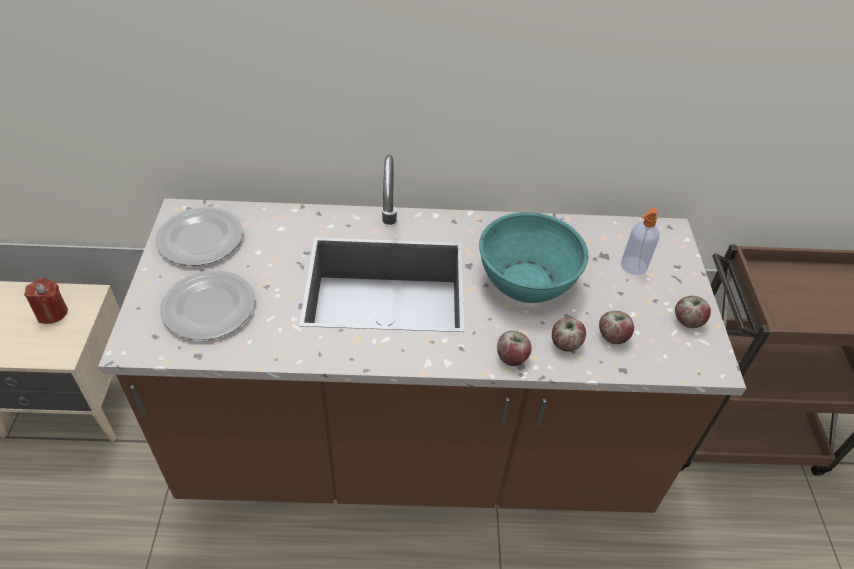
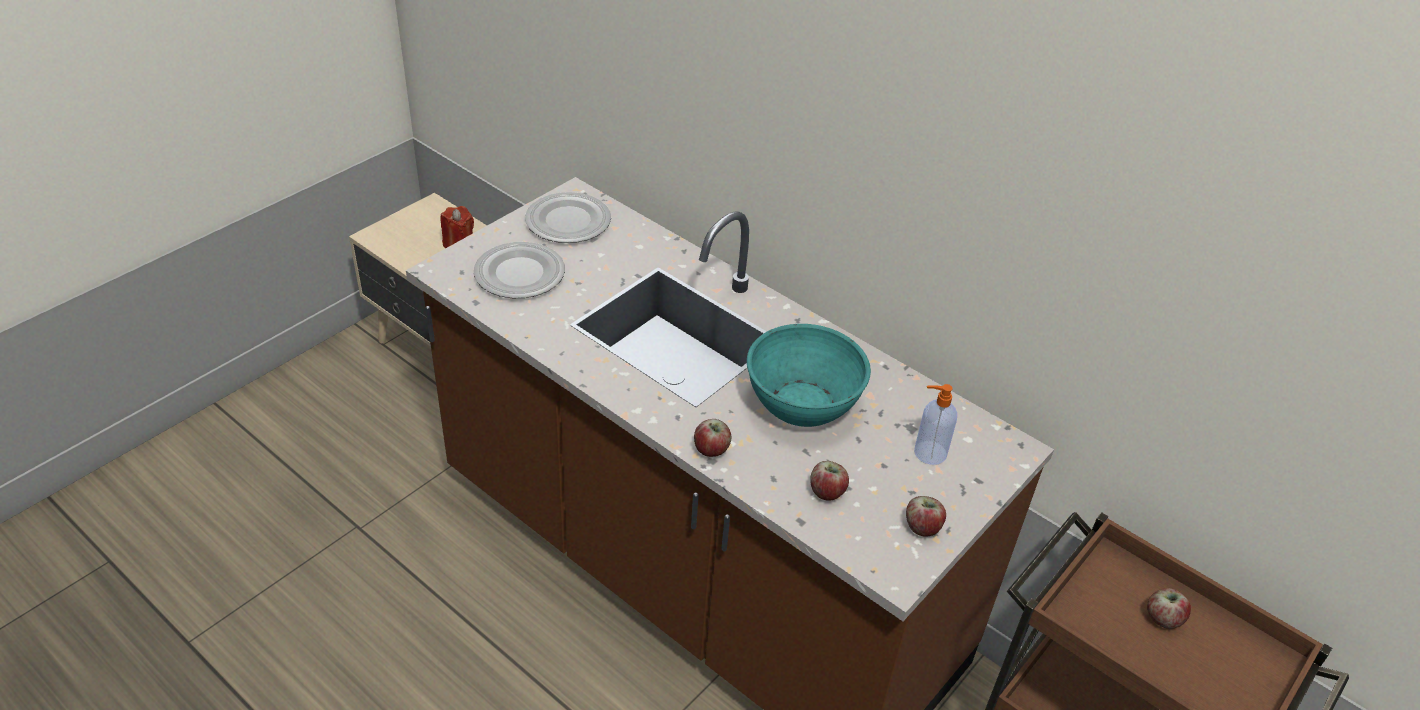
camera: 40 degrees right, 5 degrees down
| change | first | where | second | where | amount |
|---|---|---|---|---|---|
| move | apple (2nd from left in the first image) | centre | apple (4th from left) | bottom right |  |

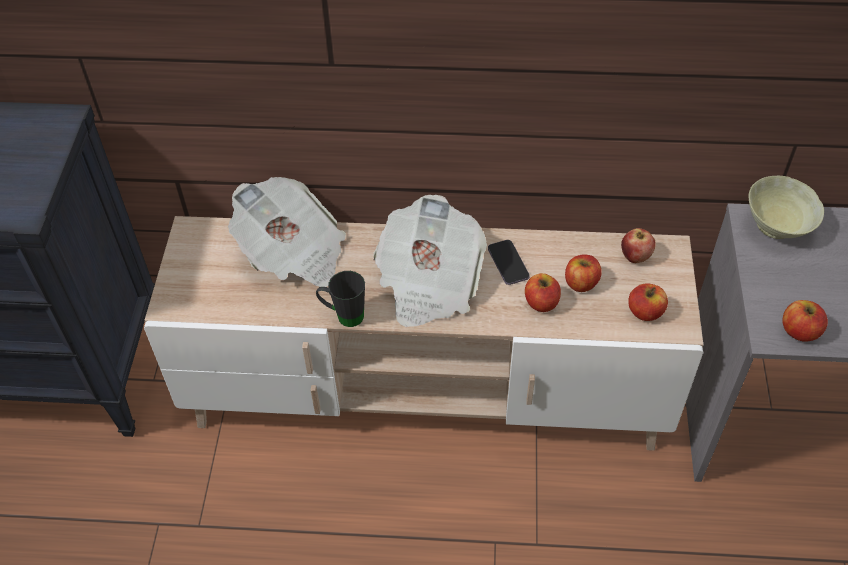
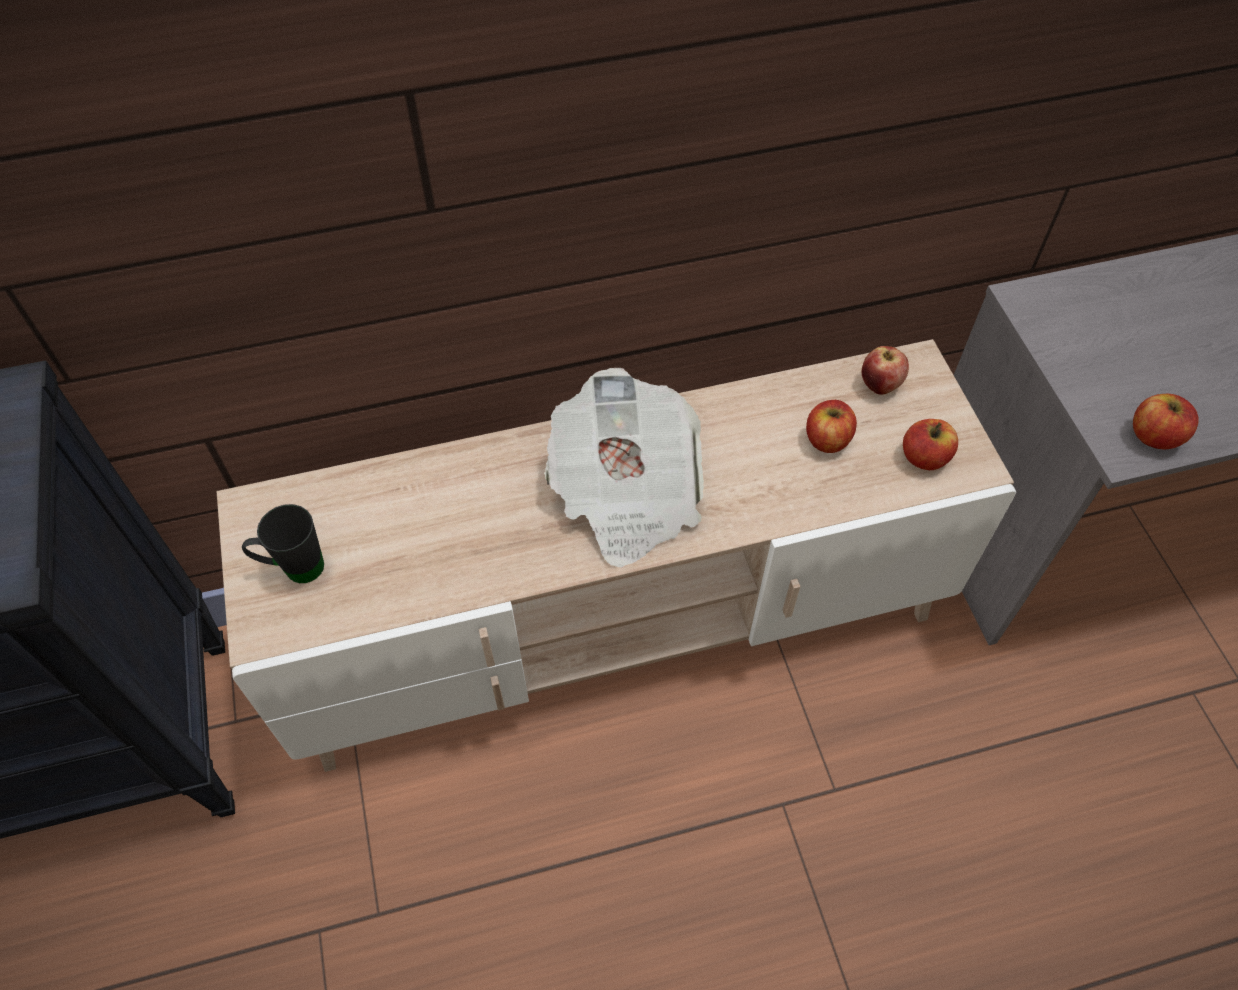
camera: 20 degrees left, 5 degrees up
| change | first | where | second | where | amount |
|---|---|---|---|---|---|
| delete | beige bowl | middle right |  |  |  |
| delete | newspaper (1st from left) | centre |  |  |  |
| delete | phone | centre |  |  |  |
| move | black mug | centre |  | middle left |  |
| delete | apple (1st from left) | centre |  |  |  |

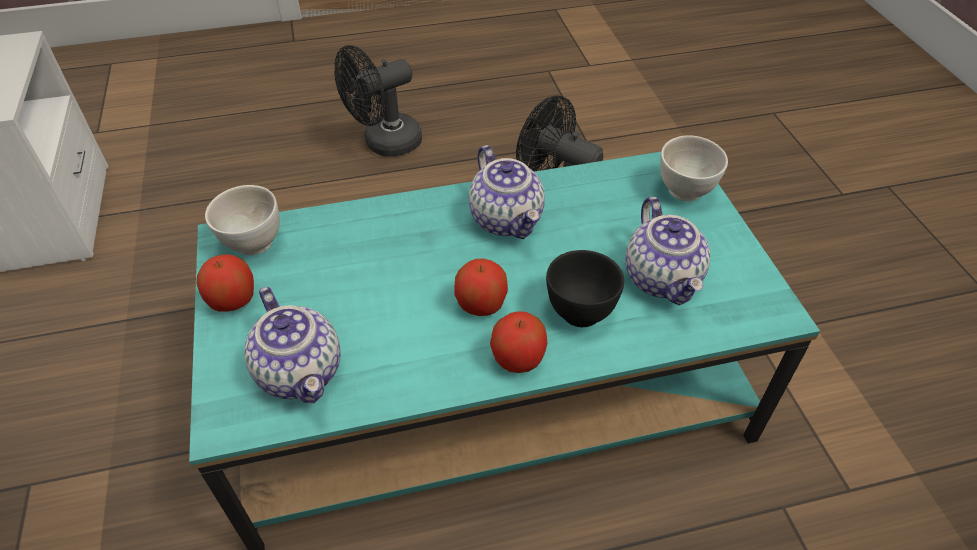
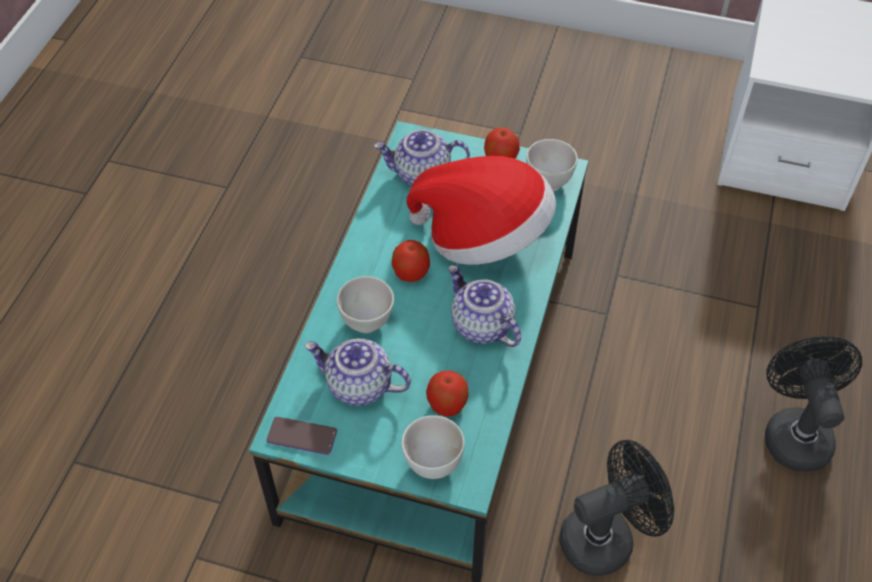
camera: 120 degrees right, 5 degrees up
| change | first | where | second | where | amount |
|---|---|---|---|---|---|
| rotate | teapot (2nd from left in the first image) | centre | teapot (3rd from left) | centre | 45 degrees clockwise |
| recolor | black bowl | centre | white bowl (1st from left) | centre |  |
| move | apple (3rd from left in the first image) | centre | apple (2nd from left) | bottom centre |  |
| insert |  |  | hat | centre |  |
| insert |  |  | phone | bottom centre |  |

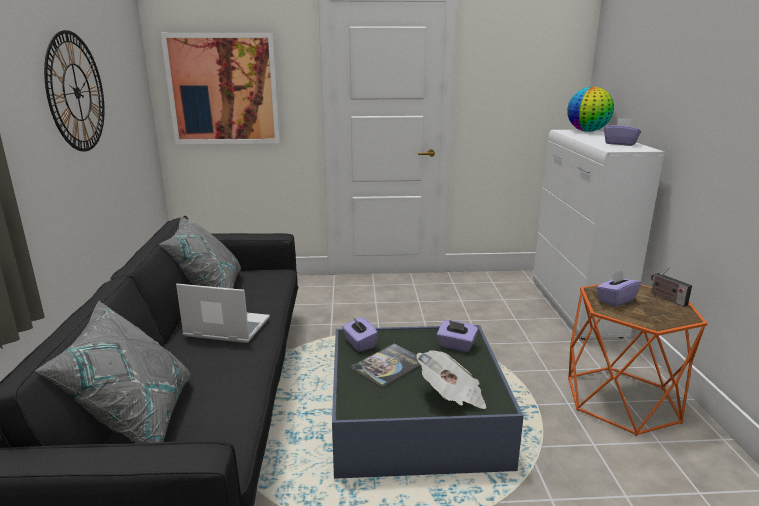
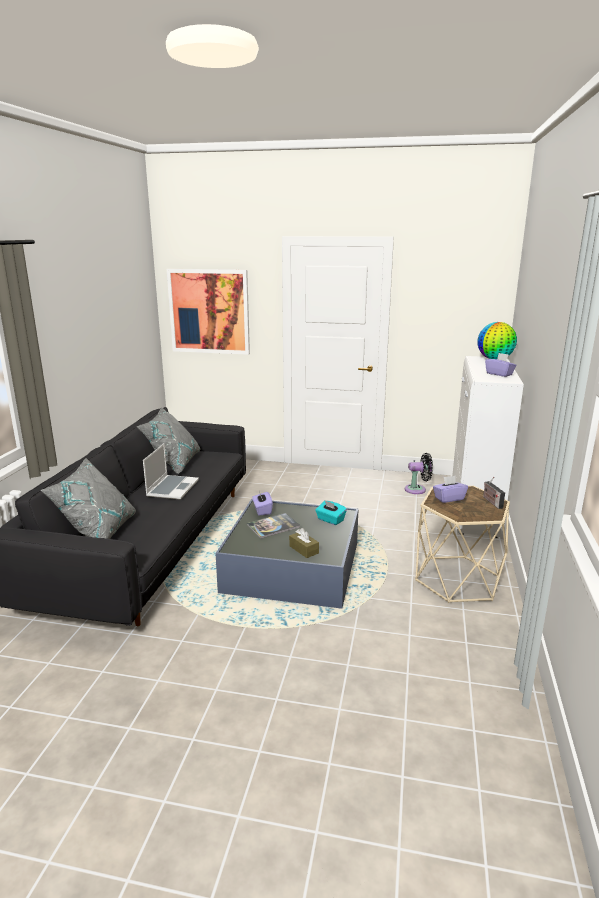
camera: 15 degrees right, 0 degrees up
| change | first | where | second | where | amount |
|---|---|---|---|---|---|
| delete | wall clock | top left |  |  |  |
| rotate | laptop | middle left |  | middle left | 75 degrees clockwise |
| recolor | orange side table | bottom right | beige side table | middle right |  |
| recolor | purple tissue box (2nd from left) | centre | turquoise tissue box | centre |  |
| replace | newspaper | bottom centre | brown tissue box | centre |  |
| insert |  |  | black fan | middle right |  |

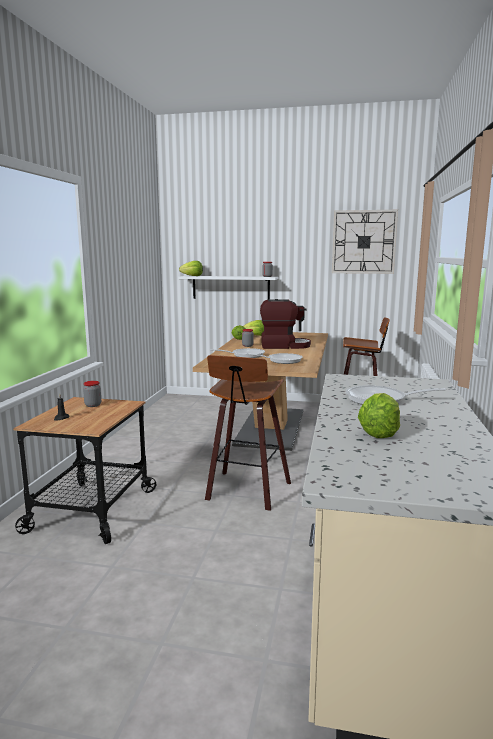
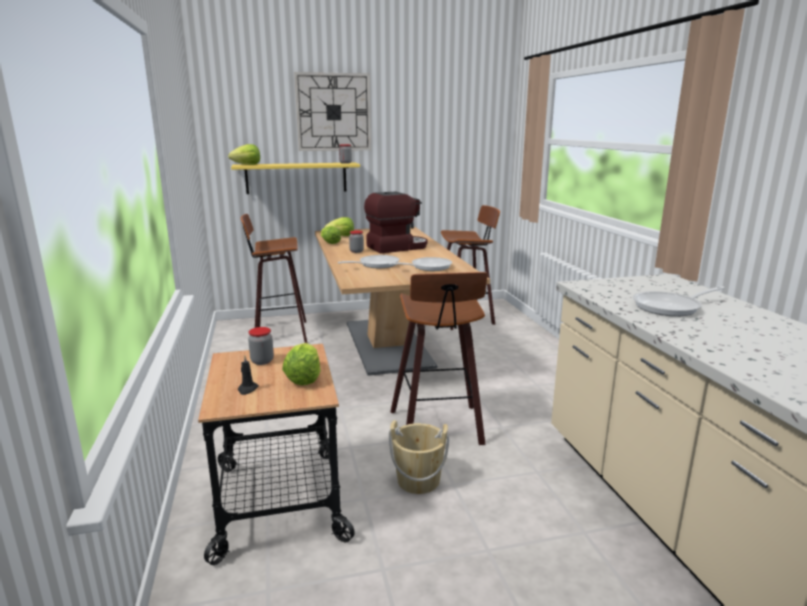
camera: 25 degrees left, 5 degrees up
| change | first | where | second | where | amount |
|---|---|---|---|---|---|
| move | wall clock | top right |  | top centre |  |
| recolor | white shelf | centre | yellow shelf | top centre |  |
| move | lettuce (4th from left in the first image) | middle right | lettuce (2nd from left) | centre |  |
| insert |  |  | stool (1st from left) | centre |  |
| insert |  |  | beige bucket | bottom centre |  |

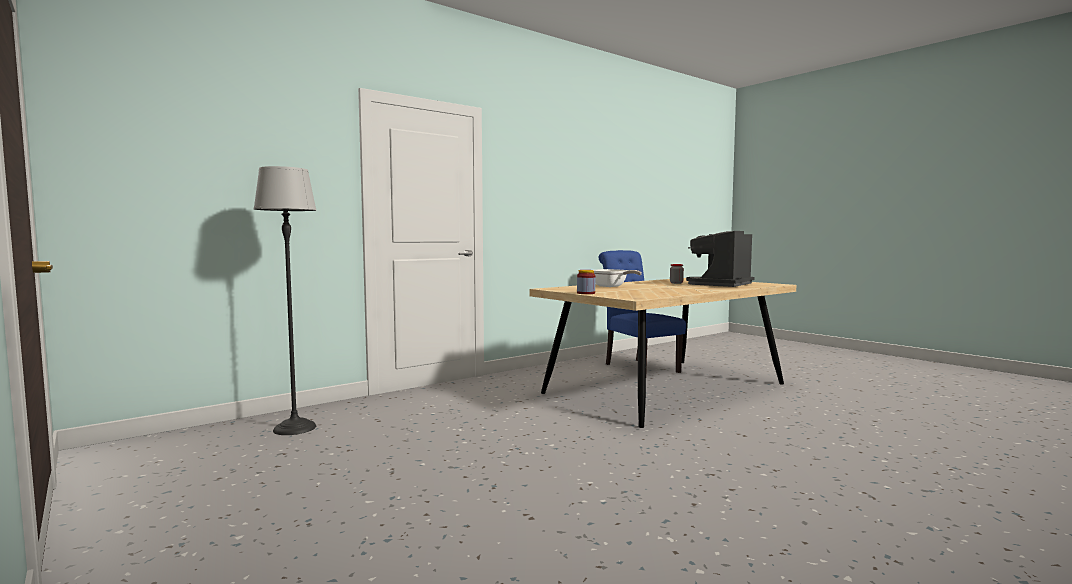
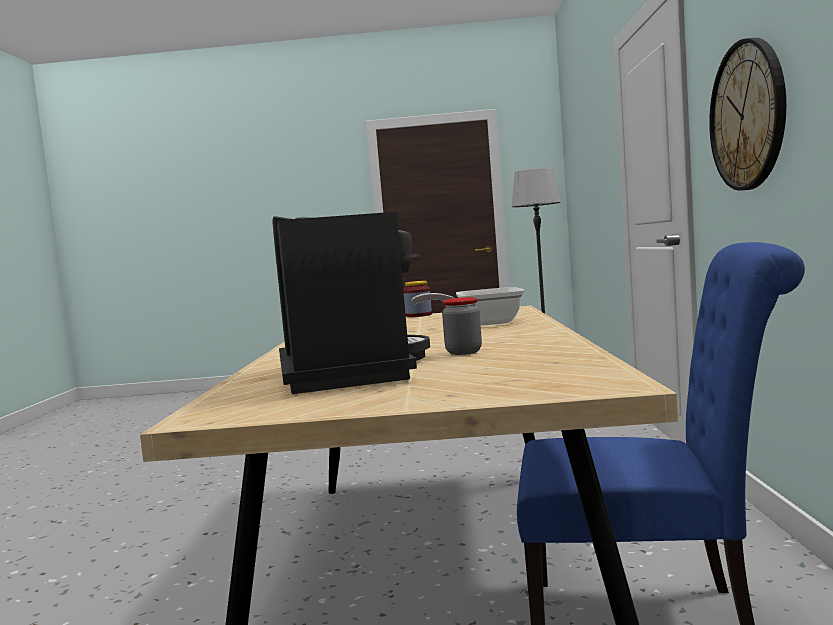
camera: 130 degrees right, 0 degrees up
| change | first | where | second | where | amount |
|---|---|---|---|---|---|
| insert |  |  | wall clock | top right |  |

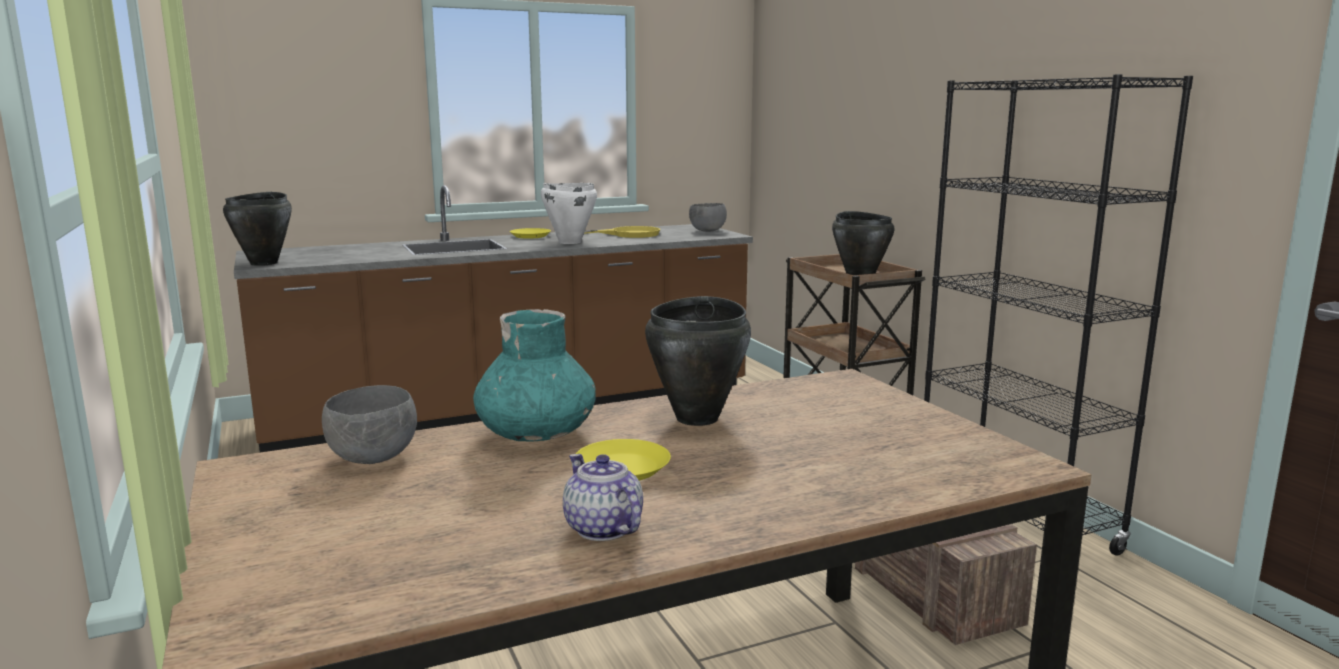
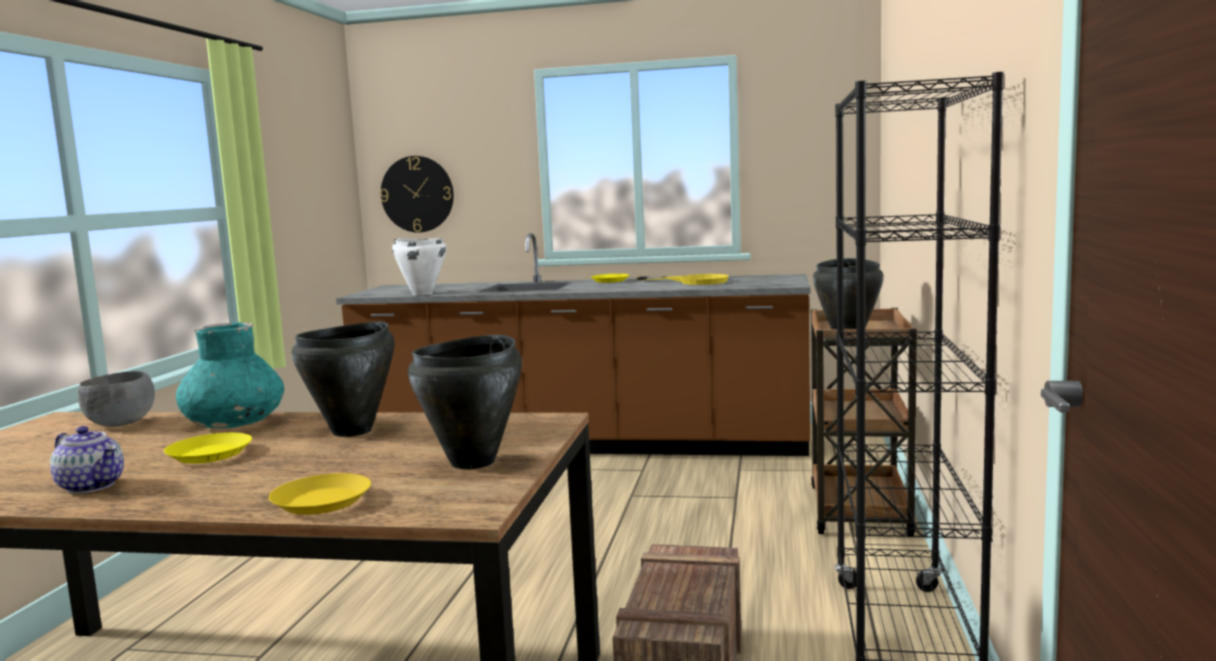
camera: 35 degrees right, 5 degrees down
| change | first | where | second | where | amount |
|---|---|---|---|---|---|
| move | white cooking pot | top centre |  | centre |  |
| move | black cooking pot (1st from left in the first image) | middle left | black cooking pot (2nd from left) | centre |  |
| delete | grey bowl (2nd from left) | top centre |  |  |  |
| rotate | teapot | bottom centre |  | bottom left | 120 degrees clockwise |
| insert |  |  | wall clock | top centre |  |
| insert |  |  | yellow plate (2nd from left) | bottom left |  |

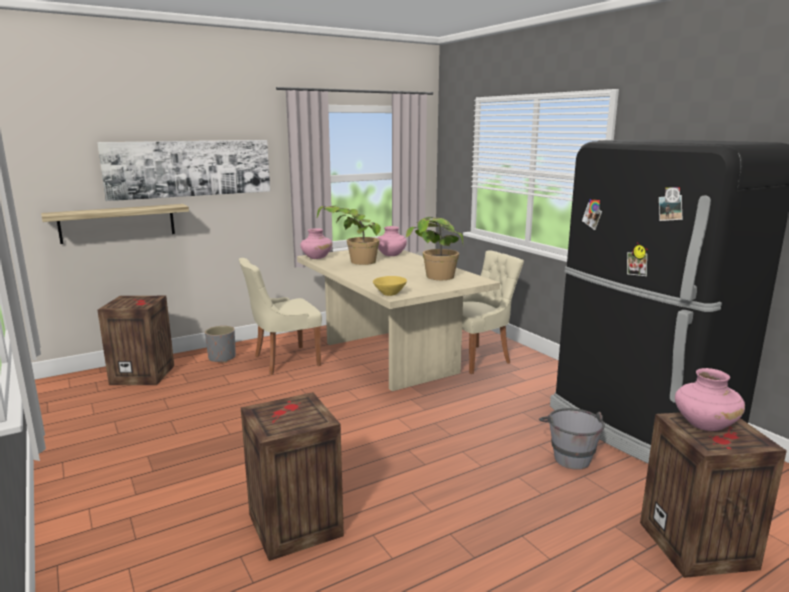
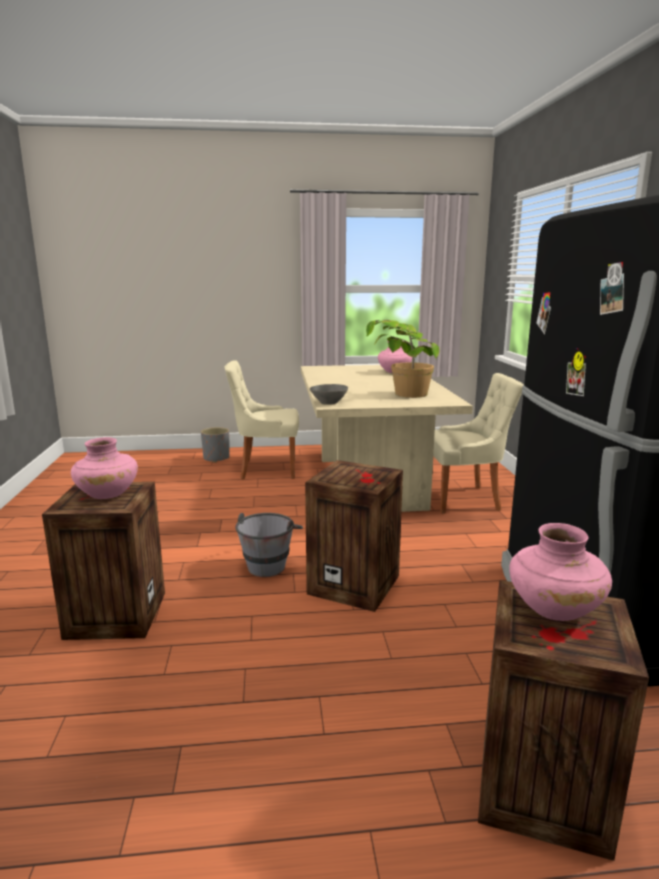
camera: 25 degrees right, 0 degrees up
| change | first | where | second | where | amount |
|---|---|---|---|---|---|
| delete | picture | top left |  |  |  |
| delete | shelf | middle left |  |  |  |
| delete | potted plant (1st from left) | centre |  |  |  |
| move | pink vase (1st from left) | centre |  | middle left |  |
| recolor | yellow bowl | centre | grey bowl | centre |  |
| move | crate (1st from left in the first image) | middle left | crate (2nd from left) | centre |  |
| move | grey bucket | bottom right |  | centre |  |

